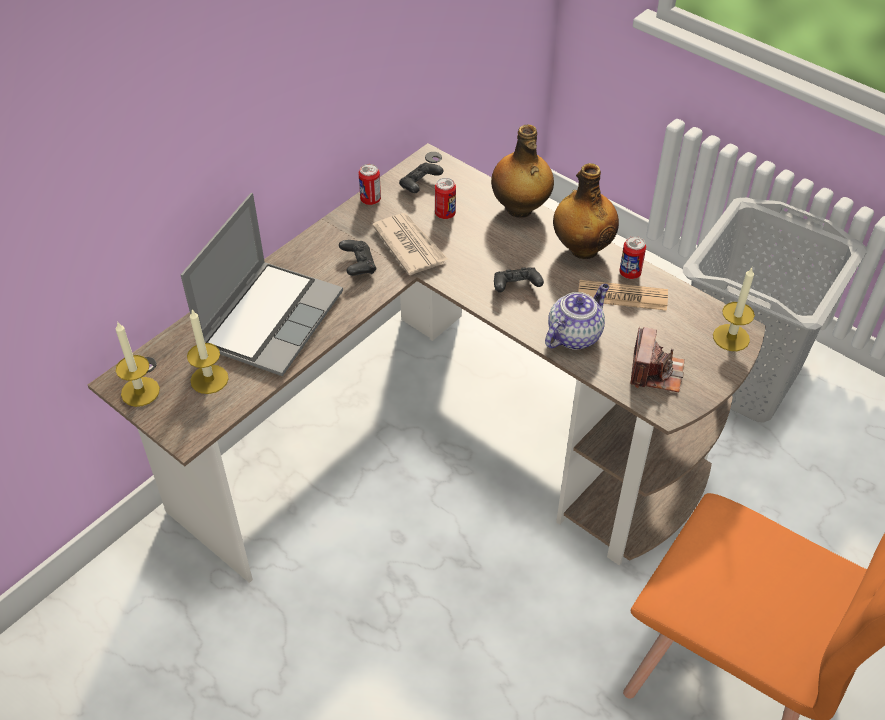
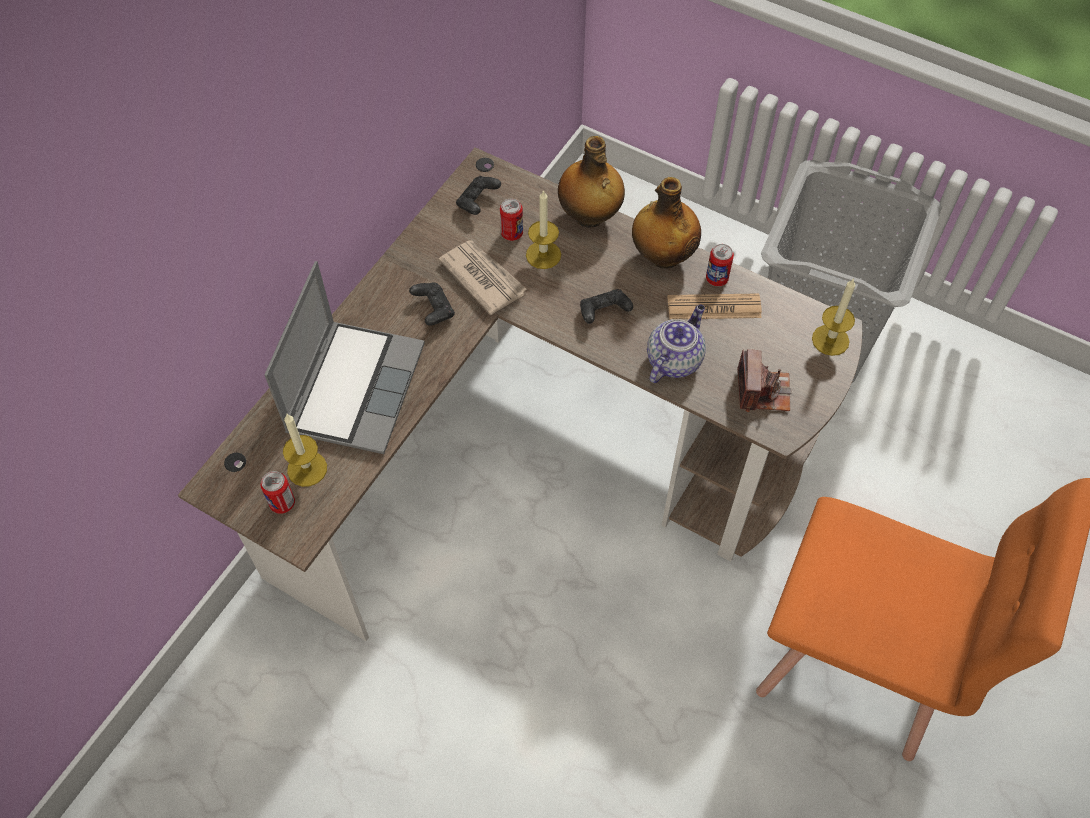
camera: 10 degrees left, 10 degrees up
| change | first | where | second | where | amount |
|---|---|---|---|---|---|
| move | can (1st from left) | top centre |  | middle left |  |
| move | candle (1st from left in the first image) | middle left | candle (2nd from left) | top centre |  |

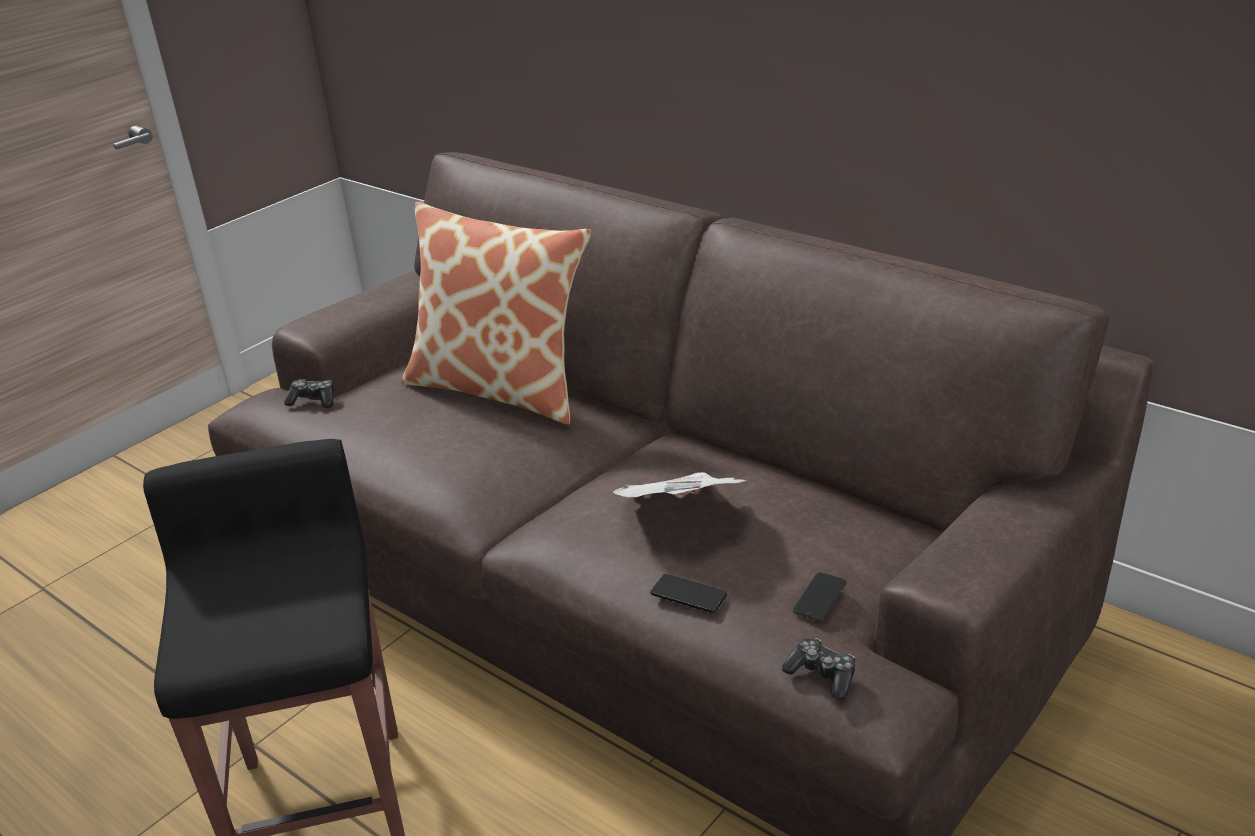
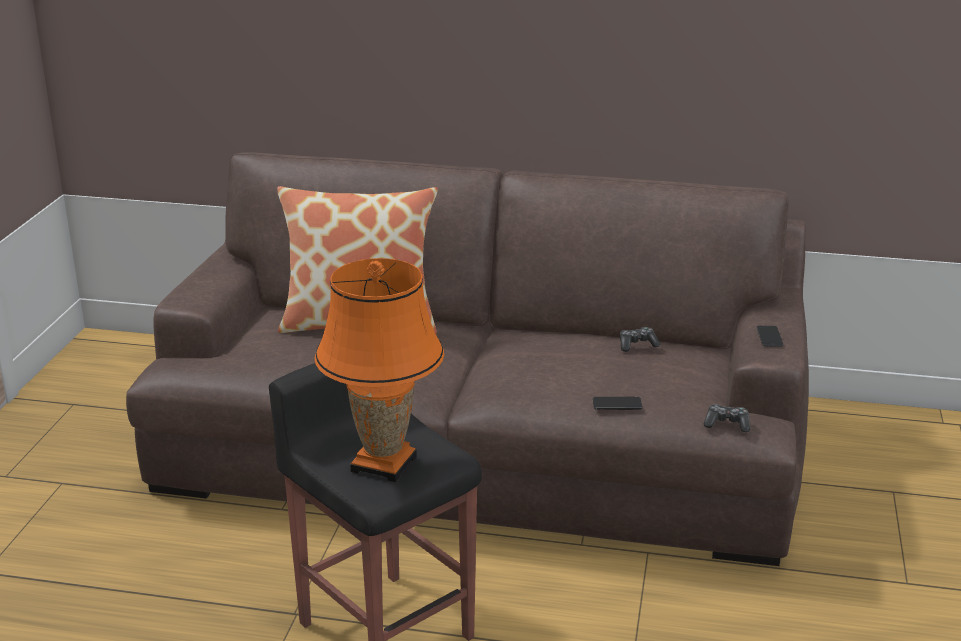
camera: 30 degrees left, 5 degrees down
| change | first | where | second | where | amount |
|---|---|---|---|---|---|
| move | game controller (1st from left) | middle left |  | centre |  |
| delete | newspaper | centre |  |  |  |
| move | phone (2nd from left) | bottom centre |  | middle right |  |
| insert |  |  | orange table lamp | centre |  |

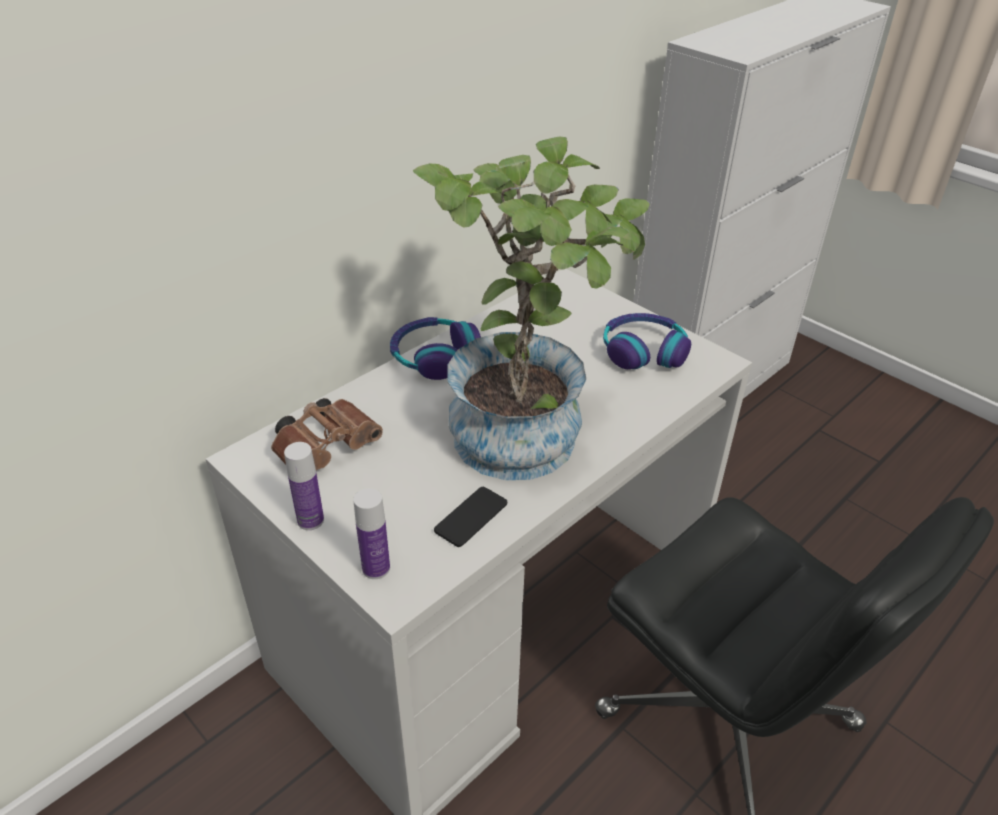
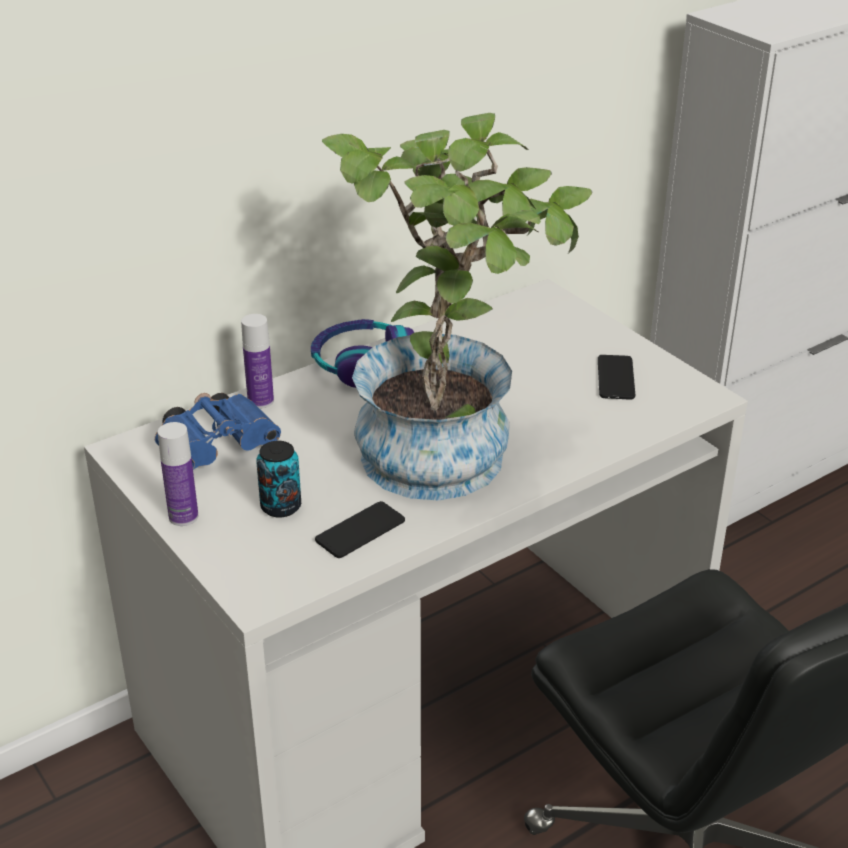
camera: 10 degrees right, 5 degrees down
| change | first | where | second | where | amount |
|---|---|---|---|---|---|
| replace | headphones (2nd from left) | centre | phone (2nd from left) | middle right |  |
| recolor | brown binoculars | middle left | blue binoculars | middle left |  |
| move | bottle (2nd from left) | centre |  | middle left |  |
| insert |  |  | can | middle left |  |

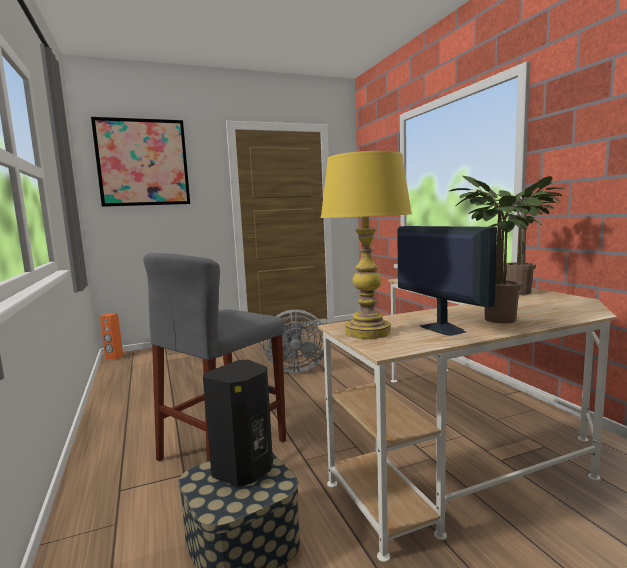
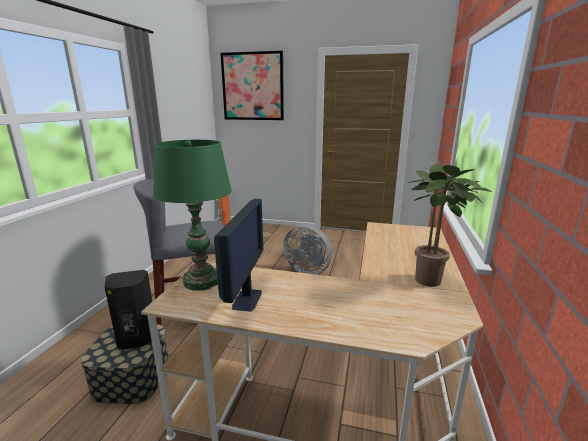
camera: 35 degrees right, 10 degrees up
| change | first | where | second | where | amount |
|---|---|---|---|---|---|
| recolor | yellow table lamp | centre | green table lamp | middle left |  |
| delete | potted plant (1st from left) | middle right |  |  |  |

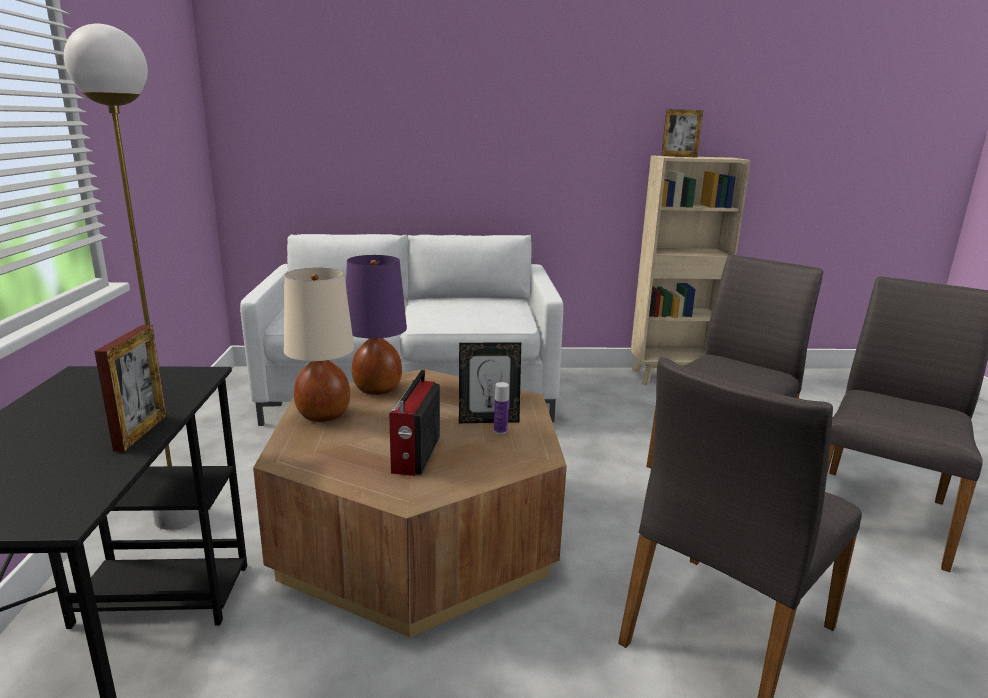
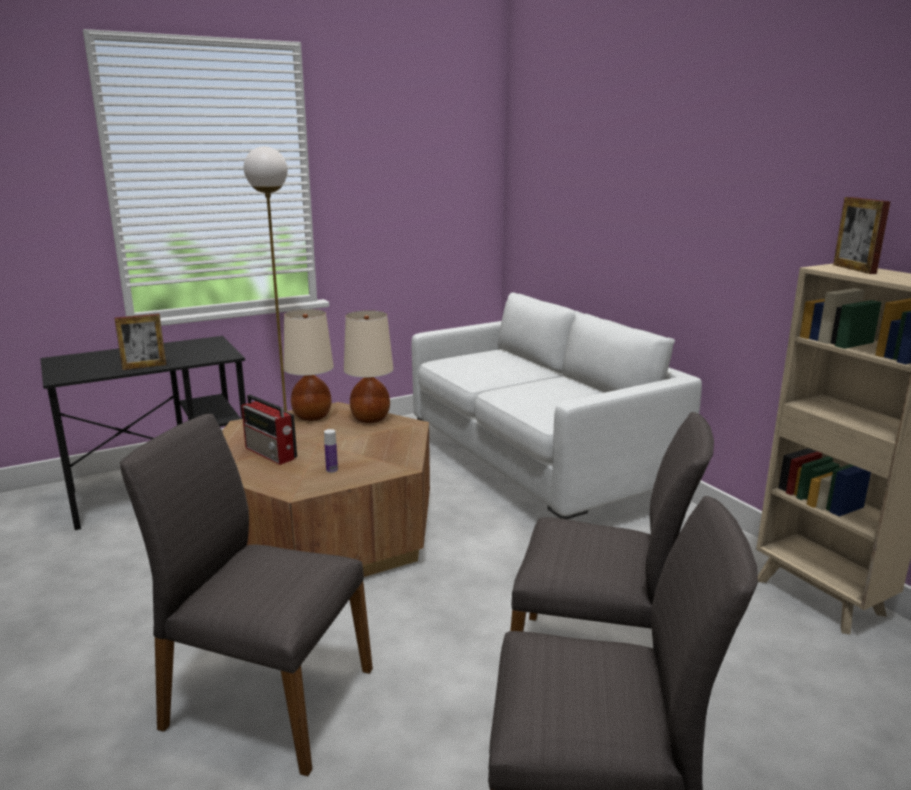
camera: 65 degrees right, 0 degrees up
| change | first | where | second | where | amount |
|---|---|---|---|---|---|
| recolor | purple table lamp | centre | beige table lamp (2nd from left) | centre |  |
| delete | picture frame (2nd from left) | centre |  |  |  |
| rotate | radio | centre |  | middle left | 120 degrees counterclockwise |

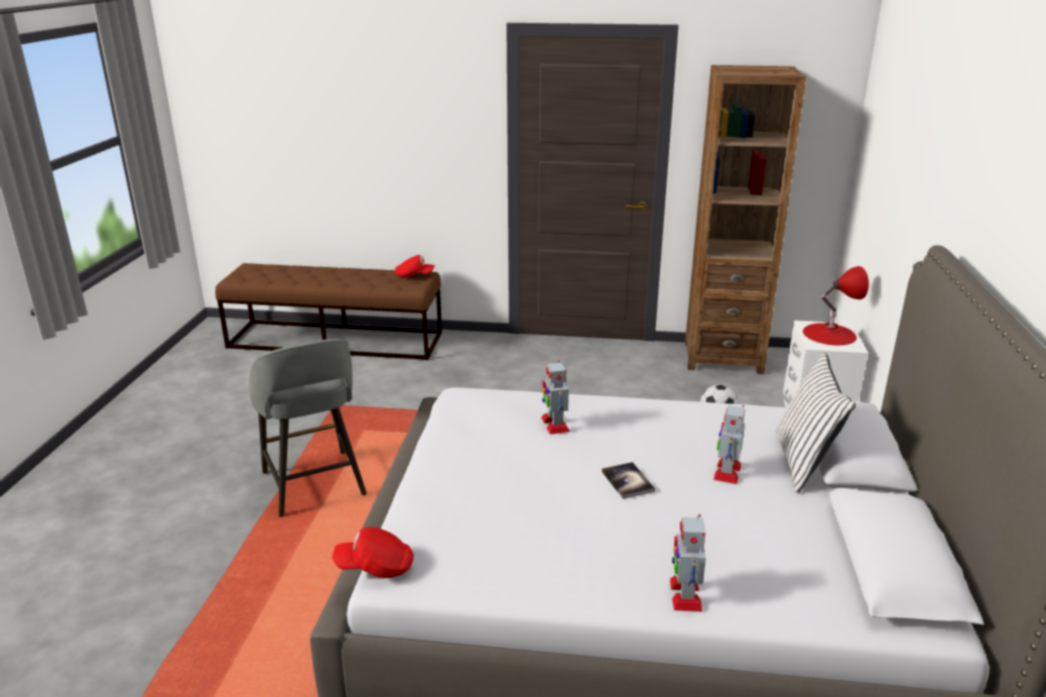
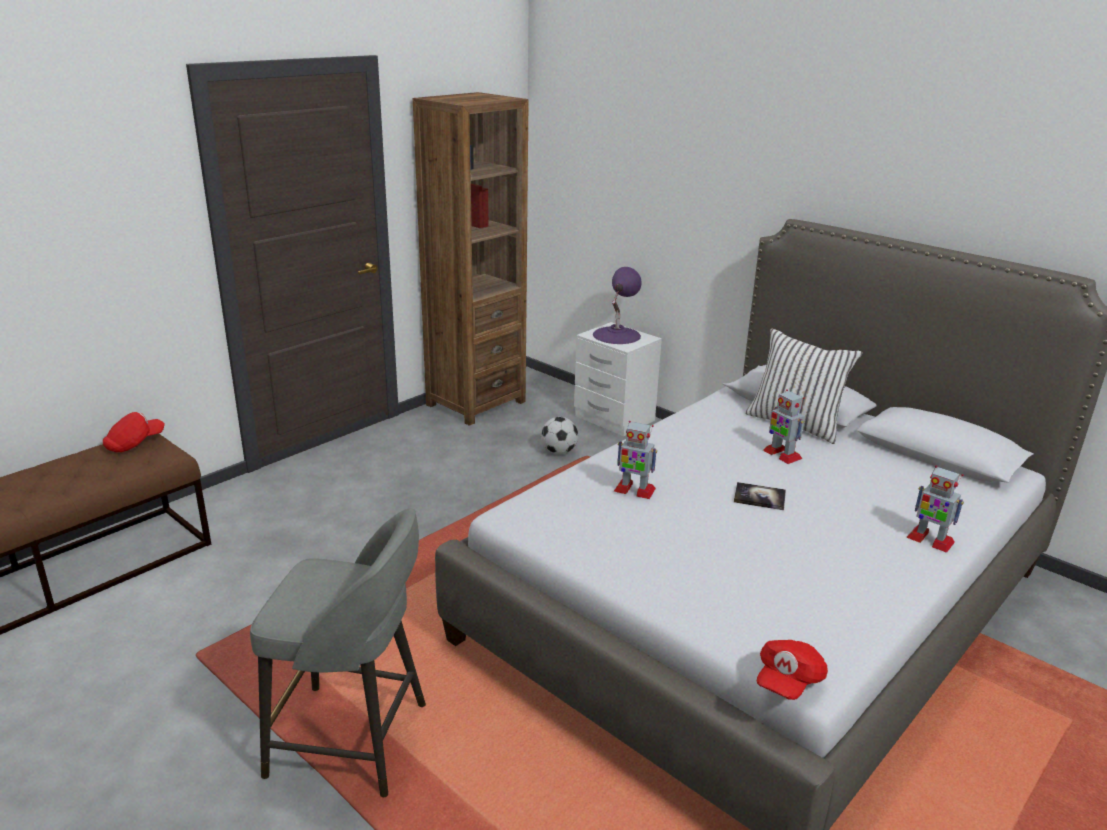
camera: 55 degrees left, 0 degrees up
| change | first | where | second | where | amount |
|---|---|---|---|---|---|
| recolor | red table lamp | middle right | purple table lamp | centre |  |

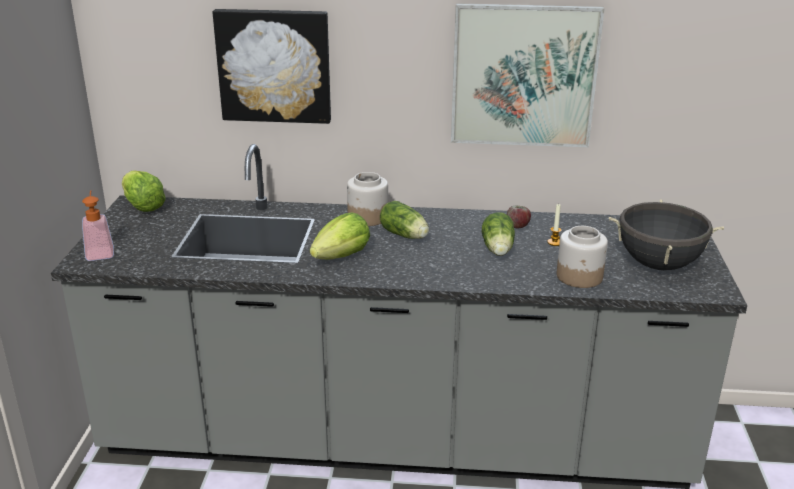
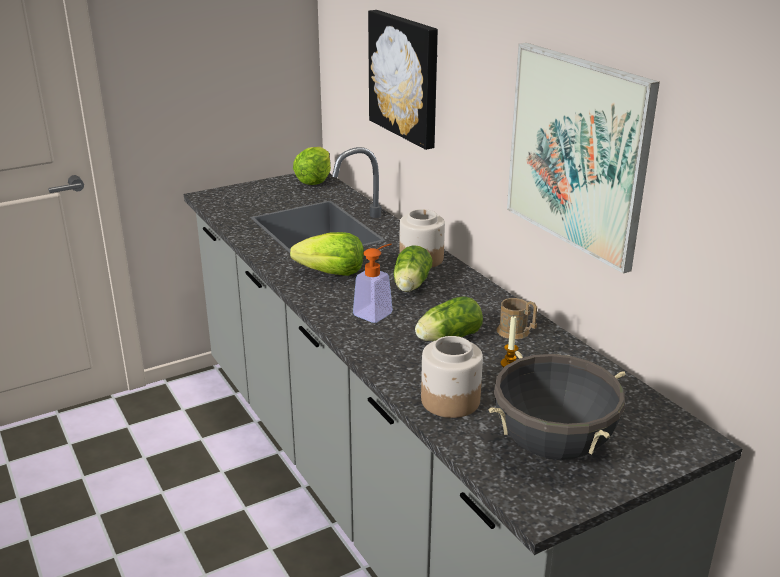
camera: 55 degrees right, 0 degrees up
| change | first | where | second | where | amount |
|---|---|---|---|---|---|
| move | soap dispenser | middle left |  | centre |  |
| replace | apple | centre | brown mug | centre |  |

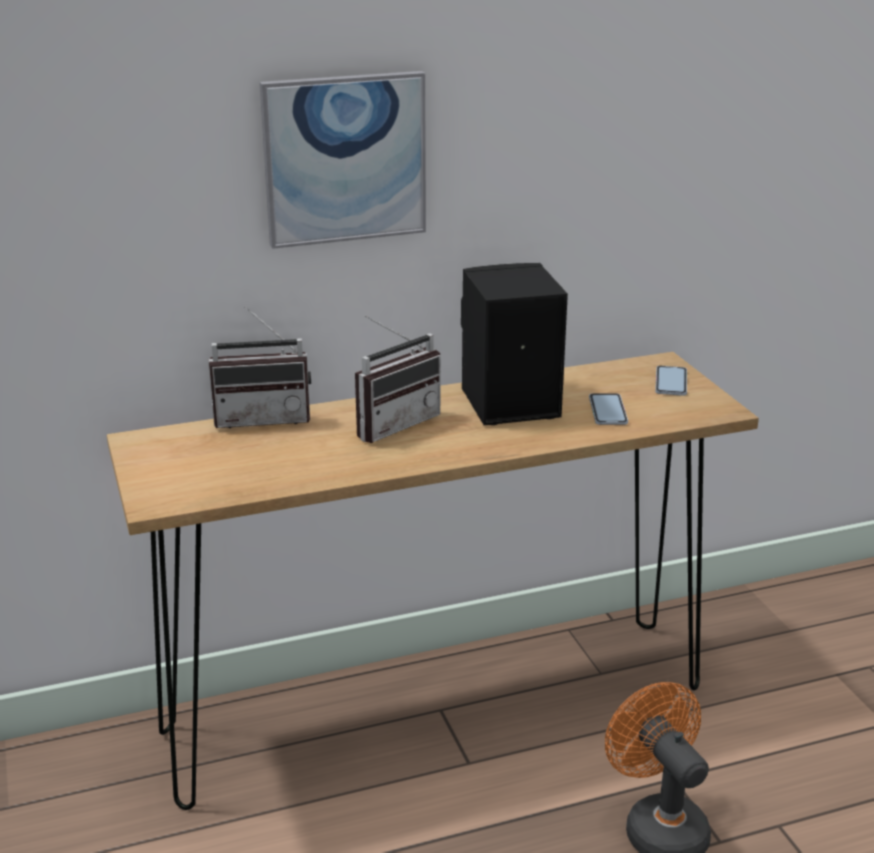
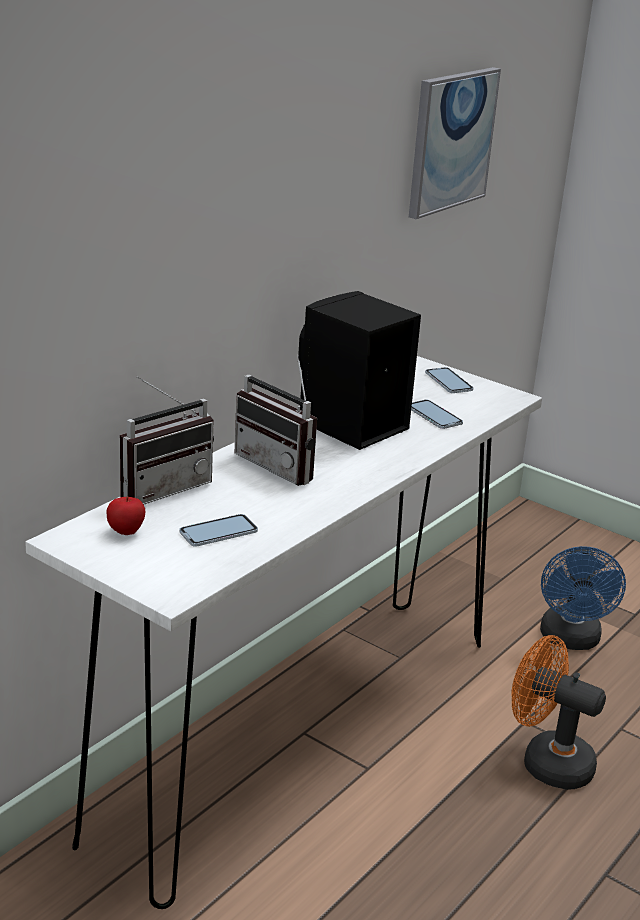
camera: 35 degrees left, 0 degrees up
| change | first | where | second | where | amount |
|---|---|---|---|---|---|
| move | picture | top centre |  | top right |  |
| rotate | radio (2nd from left) | centre |  | centre | 120 degrees clockwise |
| recolor | brown console table | bottom centre | white console table | bottom centre |  |
| insert |  |  | apple | middle left |  |
| insert |  |  | phone (1st from left) | centre |  |
| insert |  |  | blue fan | middle right |  |

